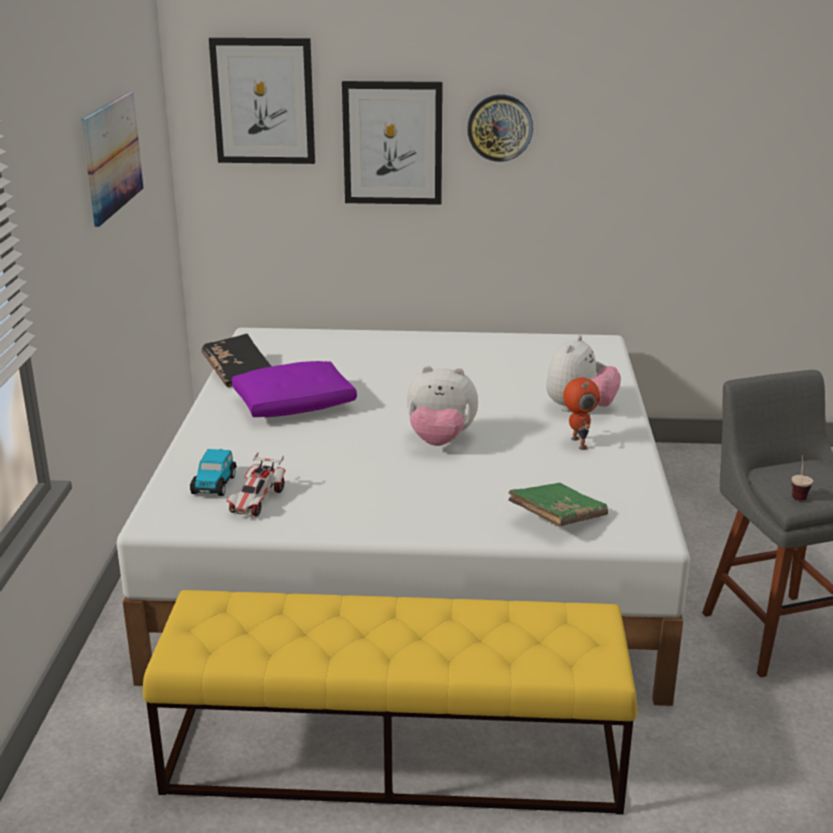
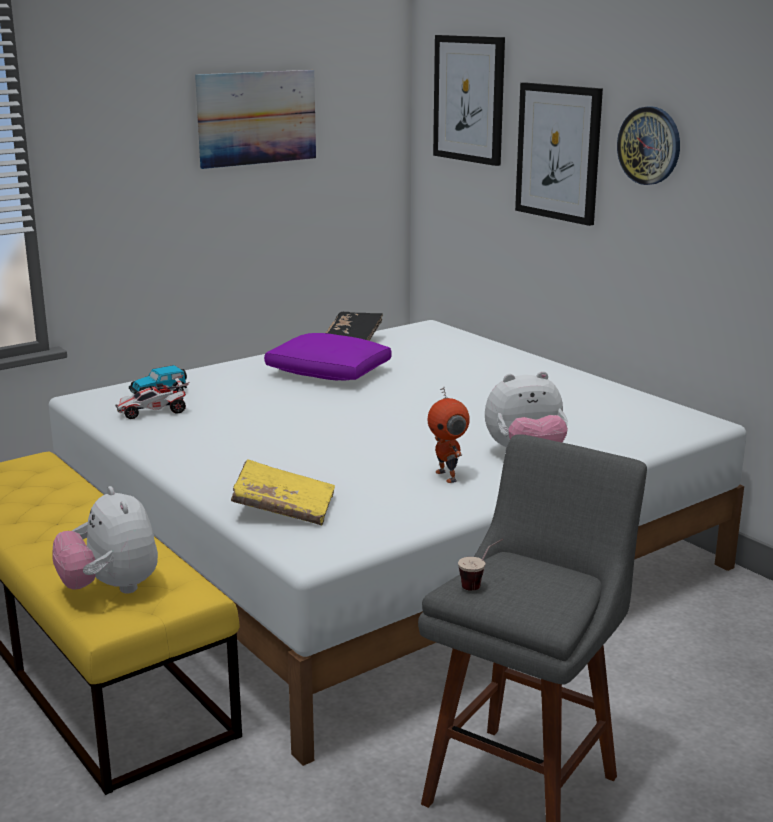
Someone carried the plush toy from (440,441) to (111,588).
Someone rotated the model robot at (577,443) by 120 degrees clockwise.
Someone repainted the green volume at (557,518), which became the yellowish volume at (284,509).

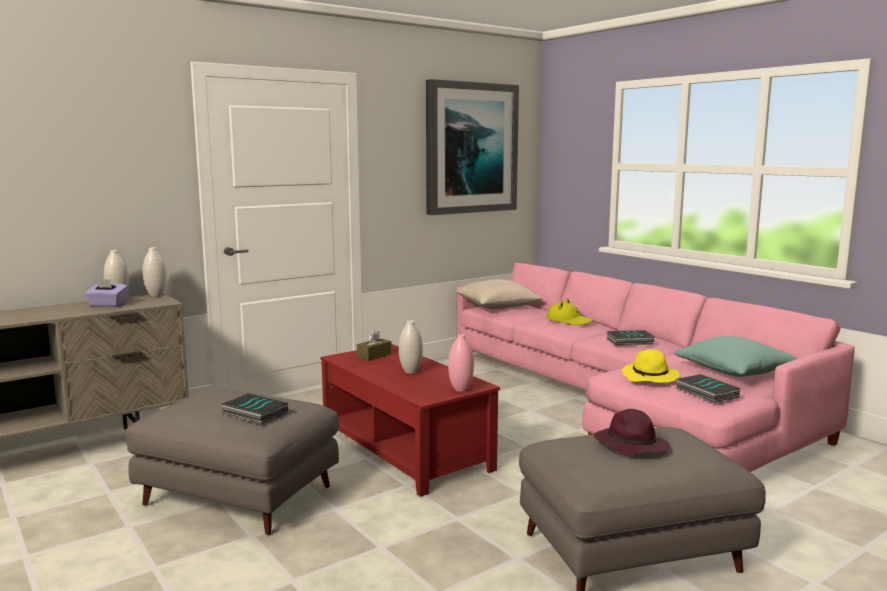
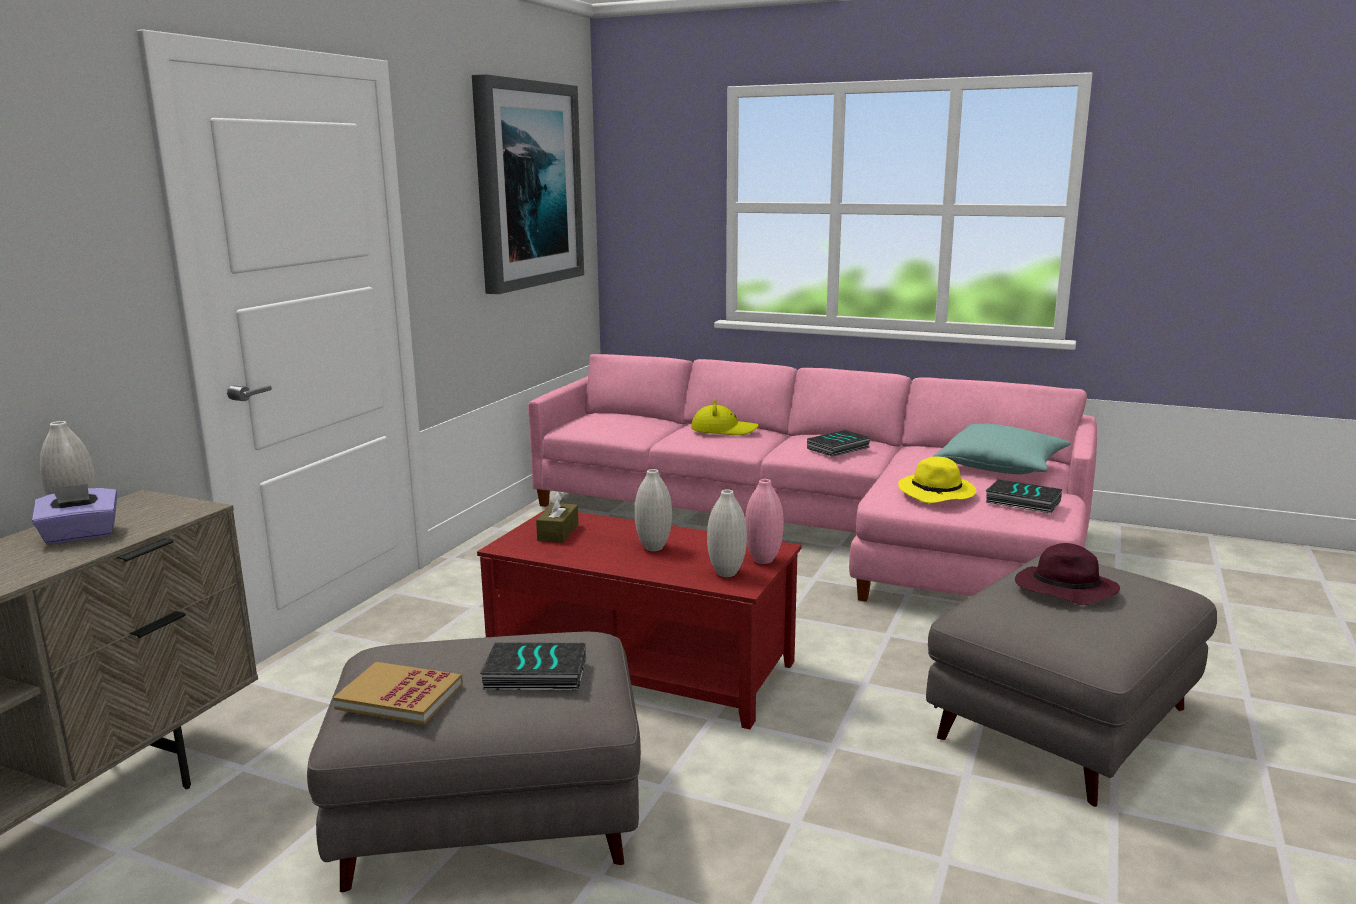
Someone carried the white-coloured vase from (156,295) to (726,573).
Someone took away the beige-coloured pillow at (497,307).
Someone put down the volume at (400,697).

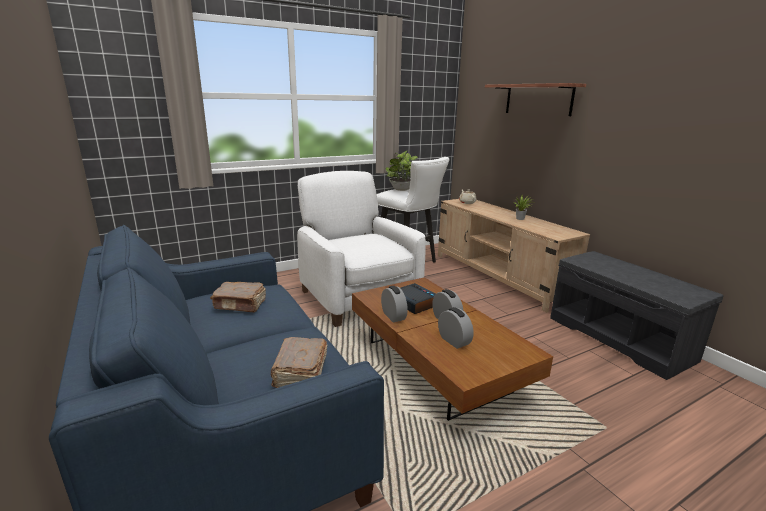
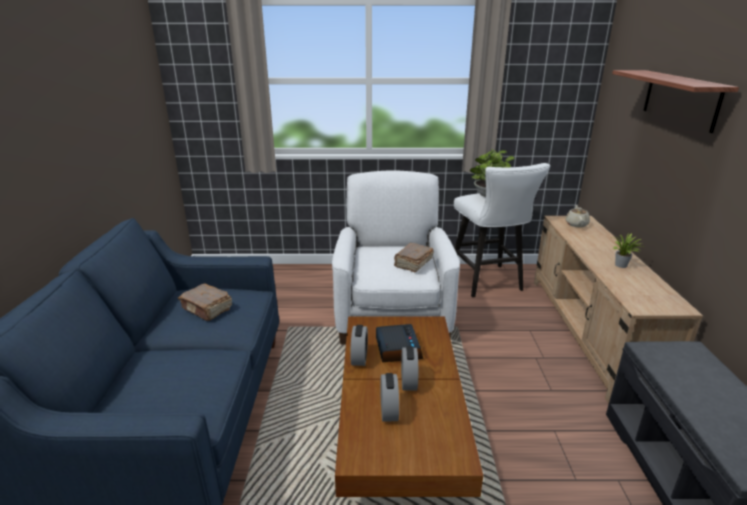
Someone carried the brown volume from (300,372) to (413,263).

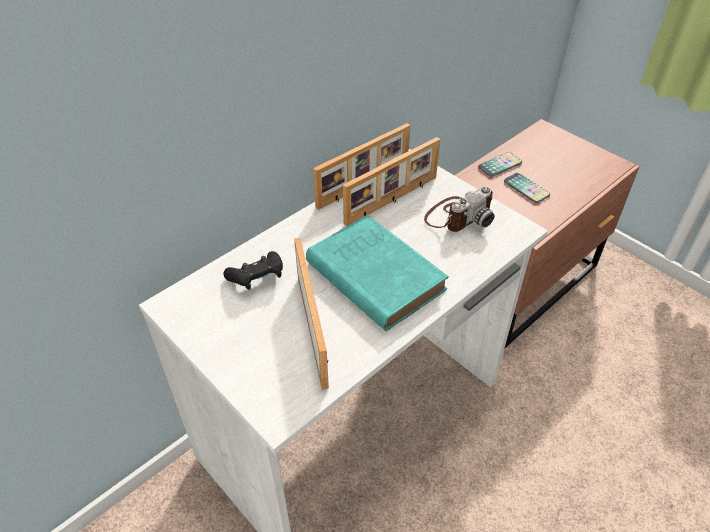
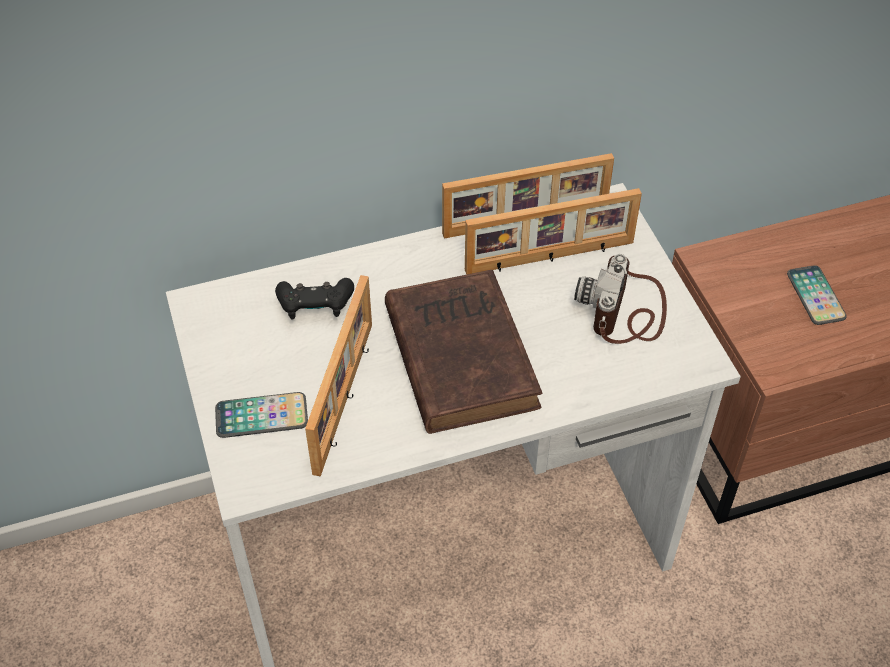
Someone carried the phone from (499,165) to (261,416).
Someone rotated the photo camera at (458,216) by 120 degrees clockwise.
Someone repainted the turquoise-coloured volume at (372,274), which became the brown volume at (459,353).

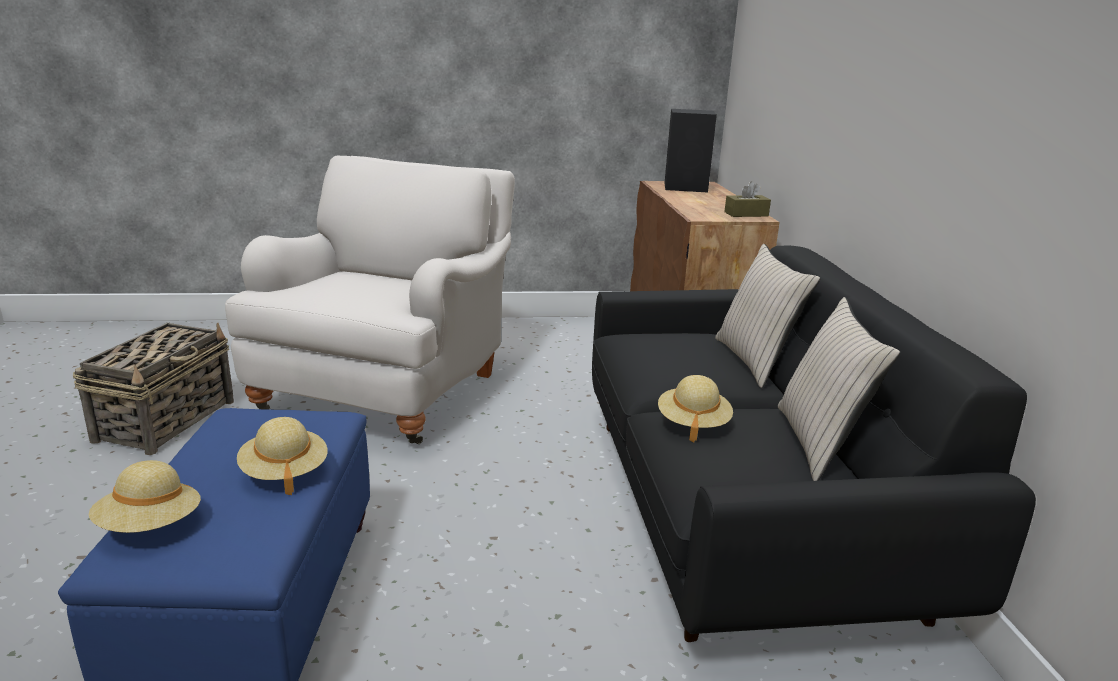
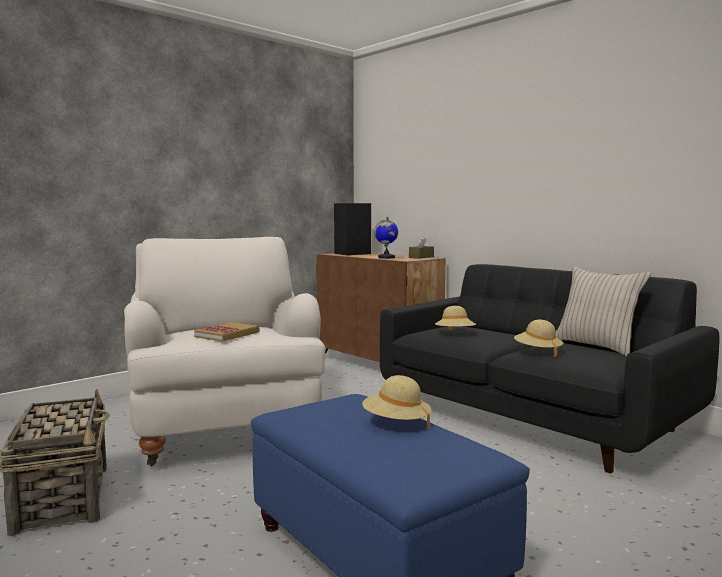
Someone took away the beige-coloured pillow at (755,361).
Someone carried the beige-coloured hat from (150,526) to (455,334).
Someone put down the globe at (386,258).
Someone put down the volume at (227,334).

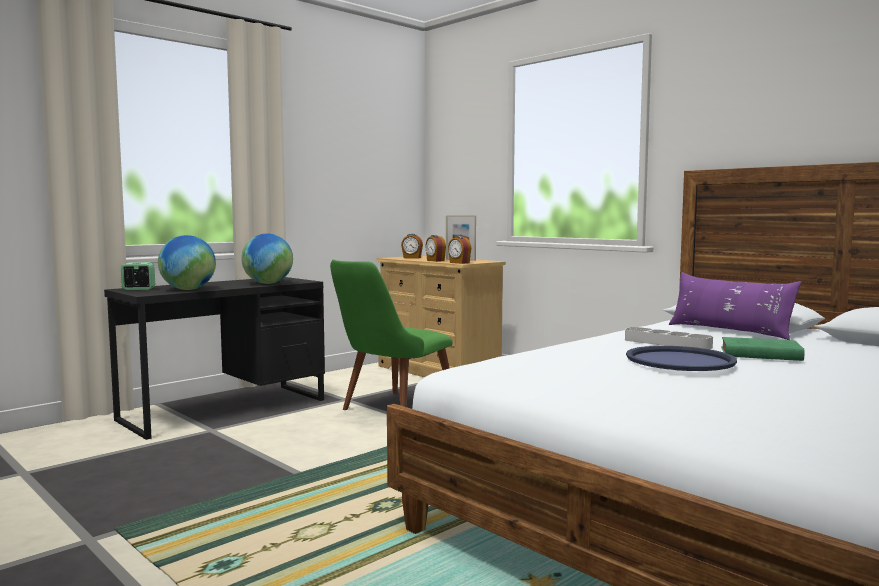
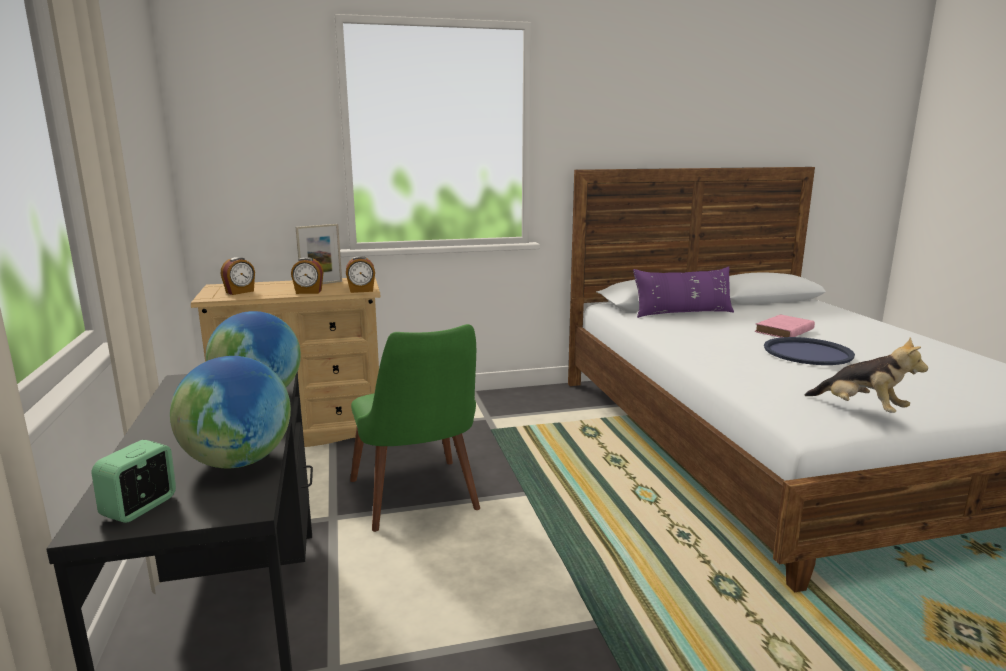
Someone took away the greyish tray at (667,343).
Someone repainted the green volume at (758,354), which became the pink volume at (783,331).
Someone put down the plush toy at (861,409).

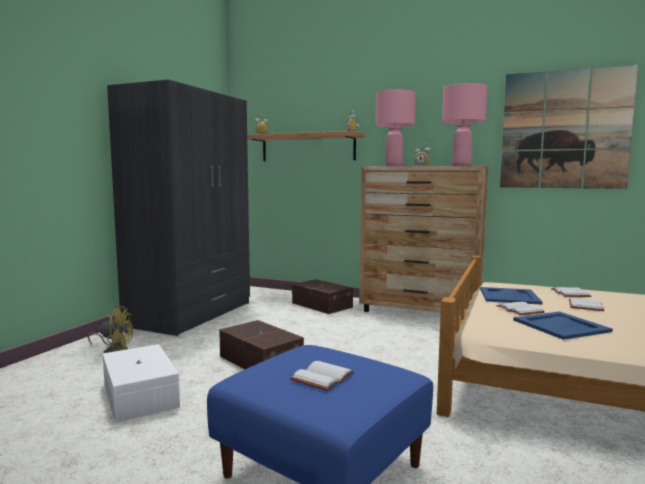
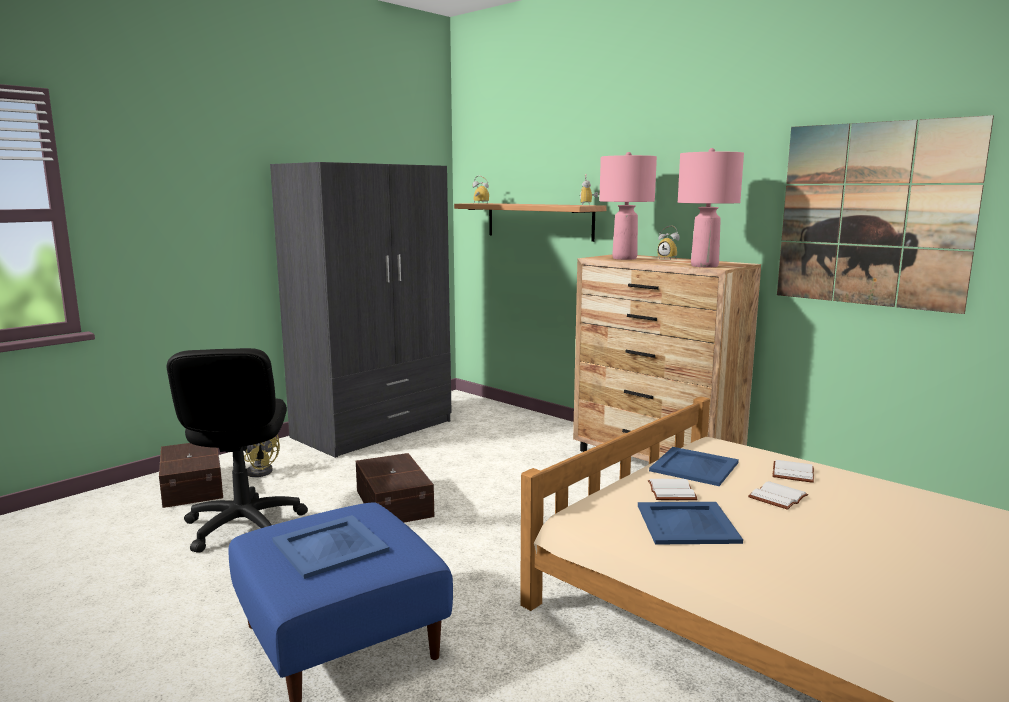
Someone carried the brown storage container from (322,305) to (194,485).
Someone swapped the white-coloured storage container at (138,396) for the black-coloured desk chair at (243,526).
Someone swapped the white-coloured volume at (321,377) for the bluish tray at (330,545).

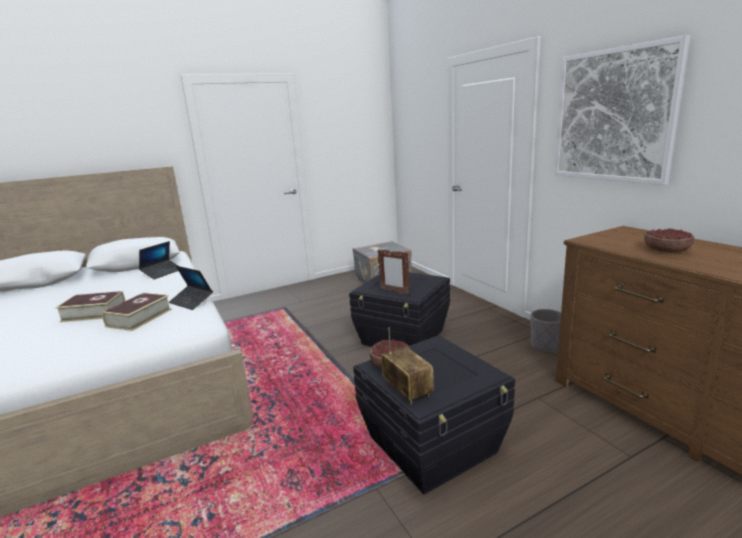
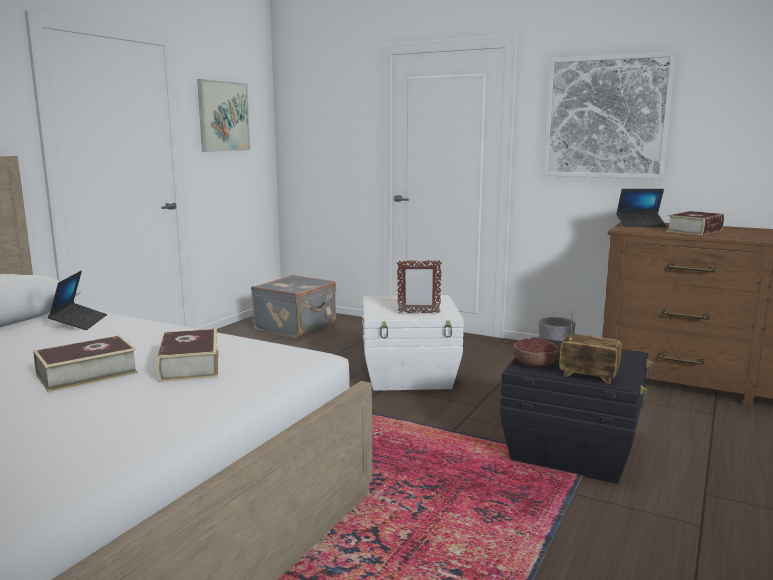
Someone swapped the serving bowl at (666,250) for the volume at (694,230).
Someone carried the portable computer from (191,301) to (640,225).
Someone repainted the black-coloured storage container at (403,338), which became the white-coloured storage container at (410,375).
Someone put up the wall picture at (223,116).

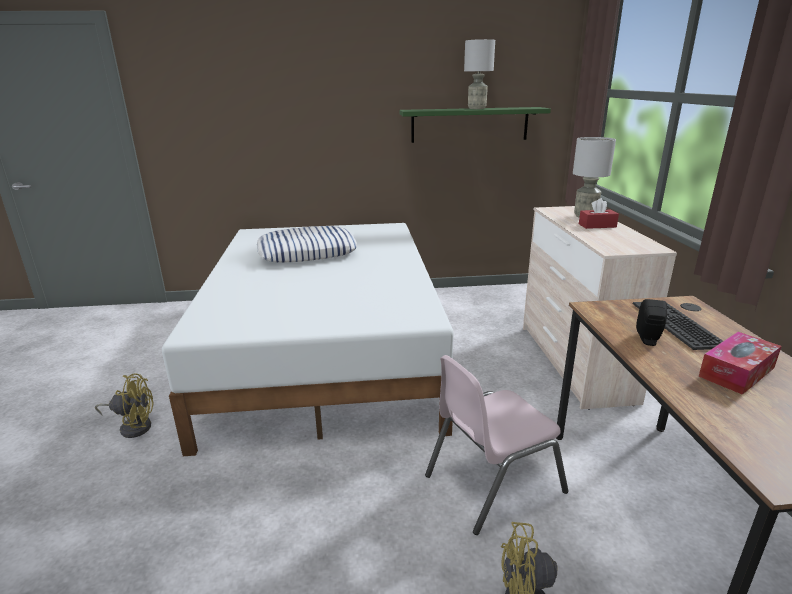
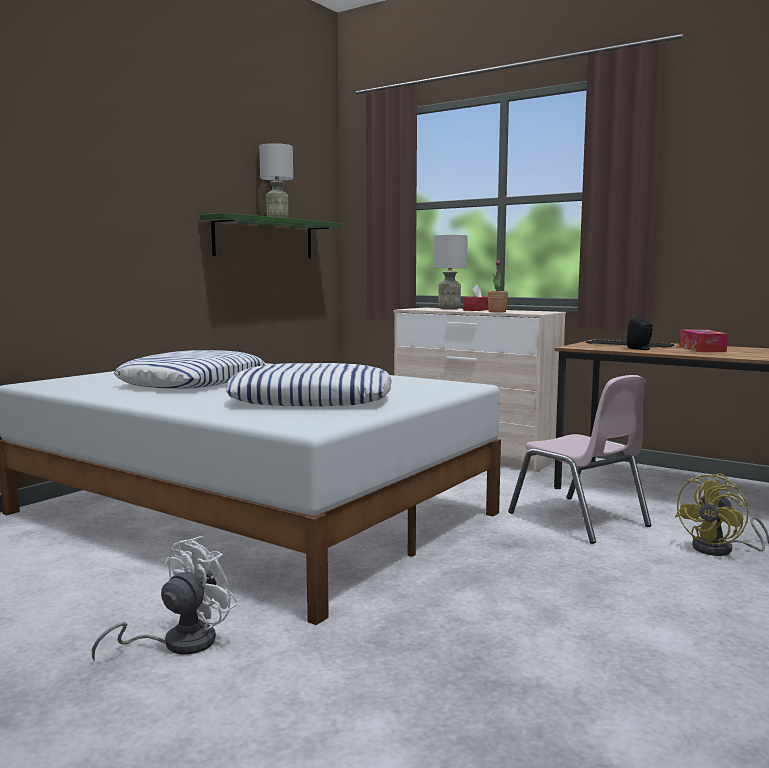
Someone rotated the pink chair at (492,483) by 45 degrees counterclockwise.
Someone repainted the yellowish fan at (133,426), which became the white-coloured fan at (178,643).
Someone put down the potted plant at (497,312).
Someone put down the pillow at (311,399).

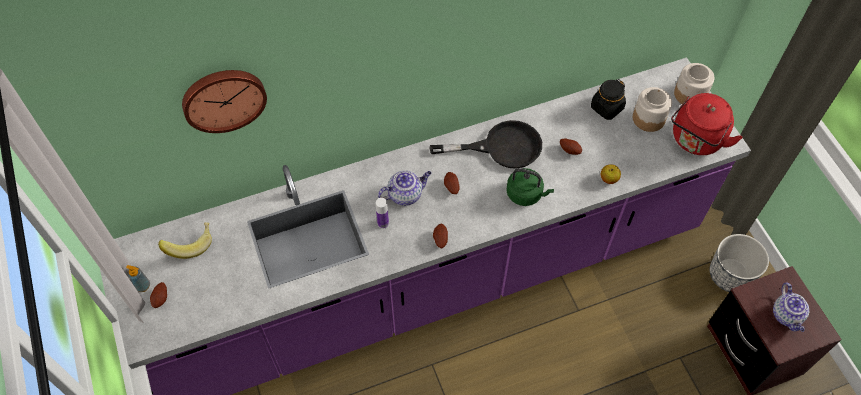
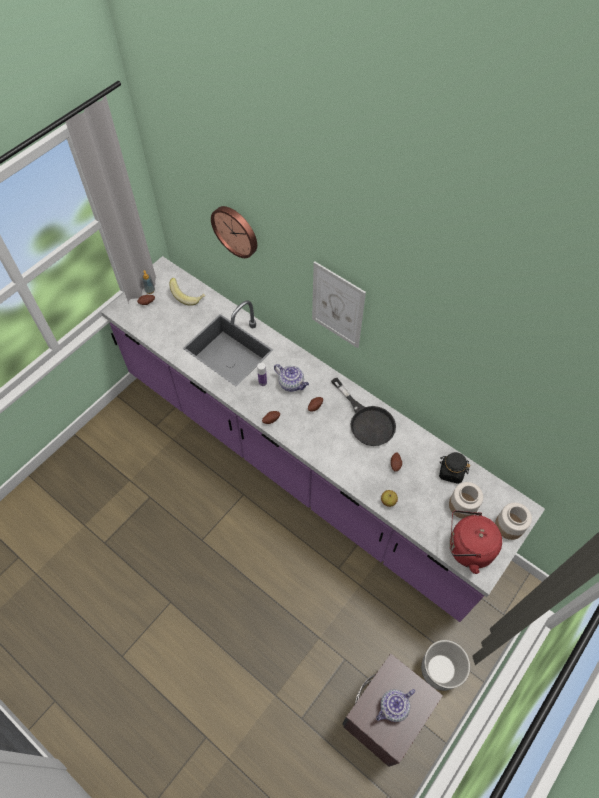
Someone took away the green tea kettle at (526,194).
Someone put up the wall picture at (337,305).

